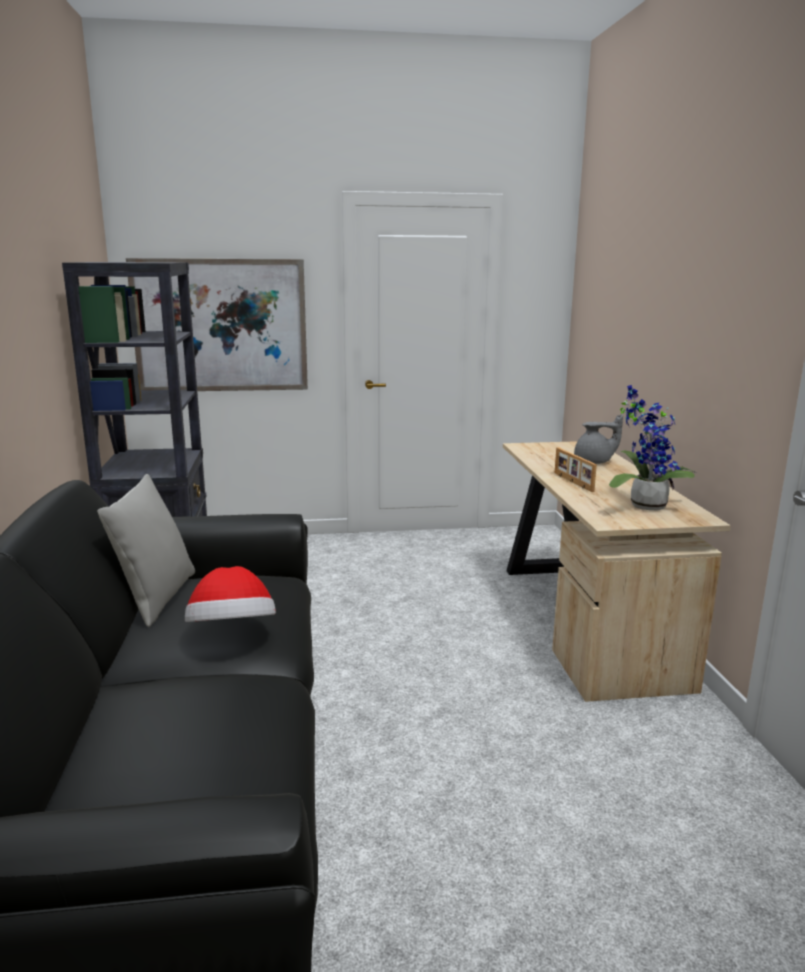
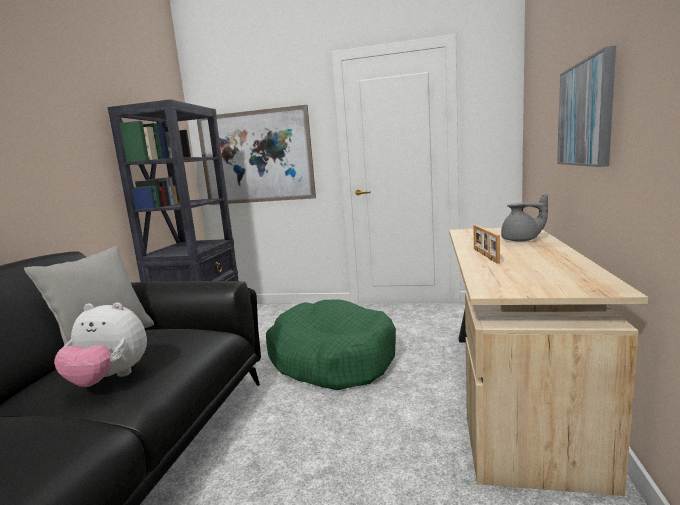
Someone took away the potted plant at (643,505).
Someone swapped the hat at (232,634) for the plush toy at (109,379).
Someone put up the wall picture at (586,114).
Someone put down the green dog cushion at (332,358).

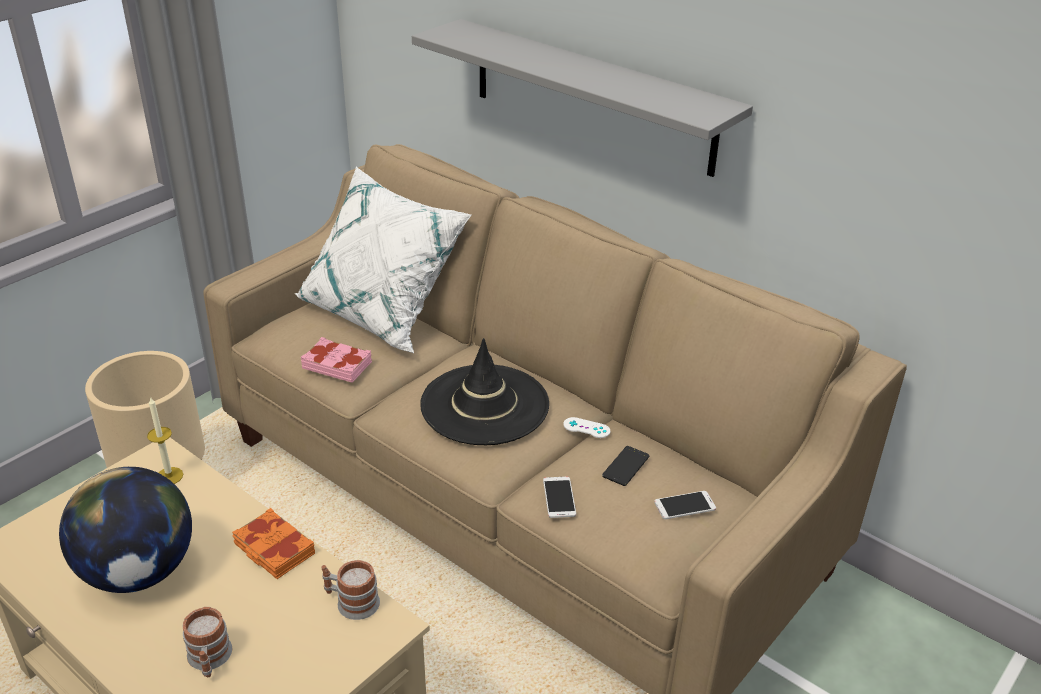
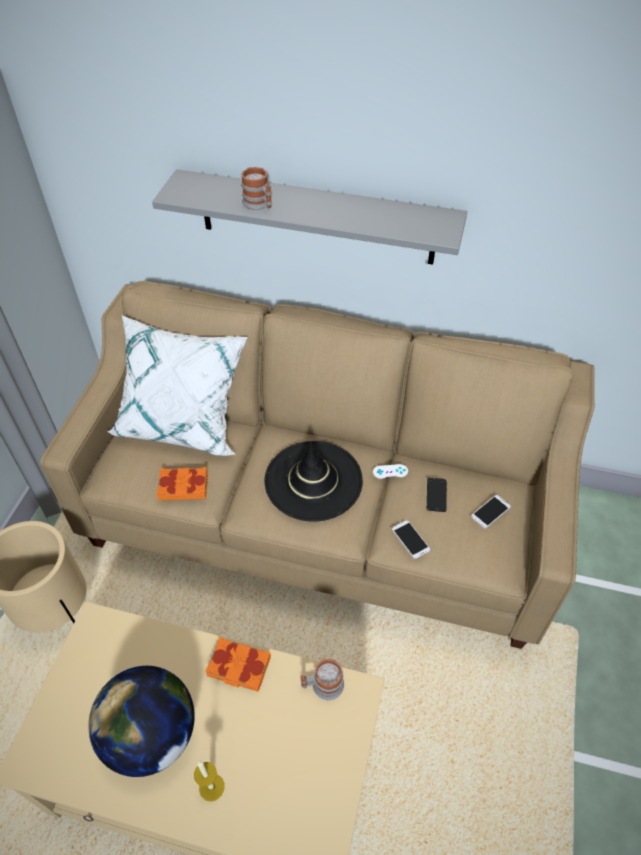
Someone repainted the pink volume at (337,365), which became the orange-coloured volume at (183,486).
Someone carried the candle from (169,476) to (211,787).
Someone carried the tea mug from (209,659) to (259,204).

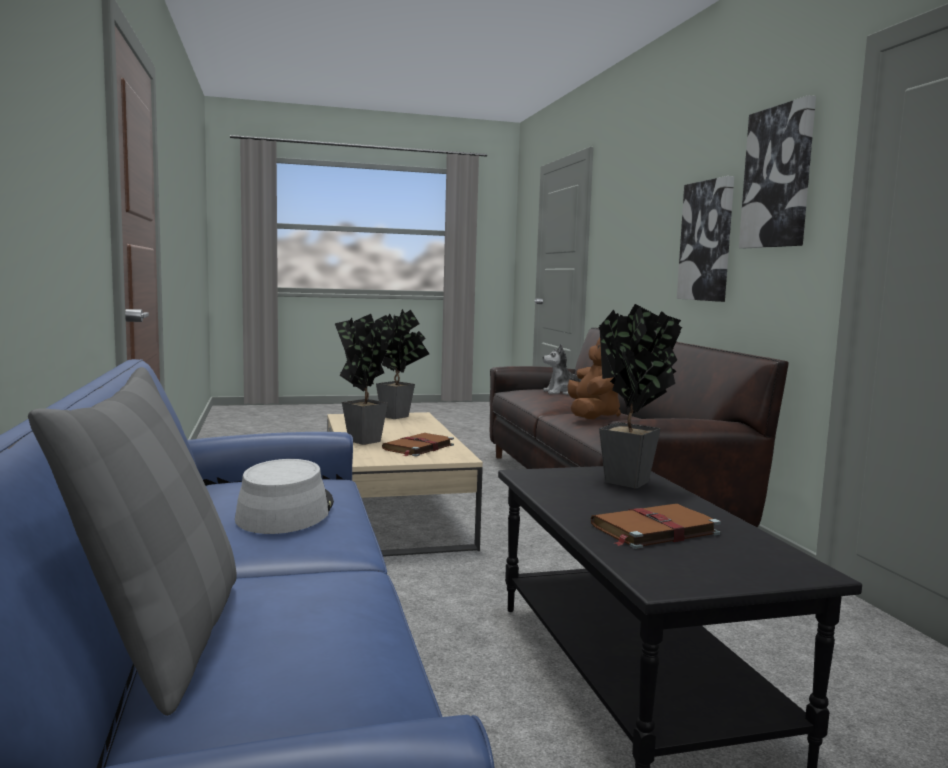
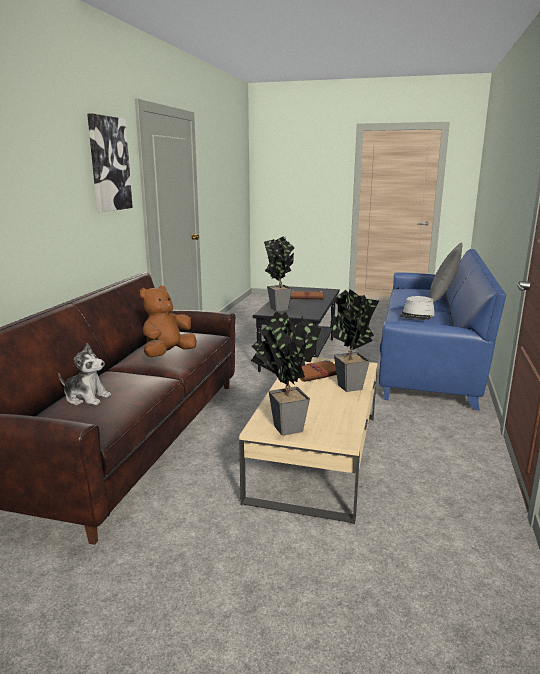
Someone took away the wall picture at (707,241).

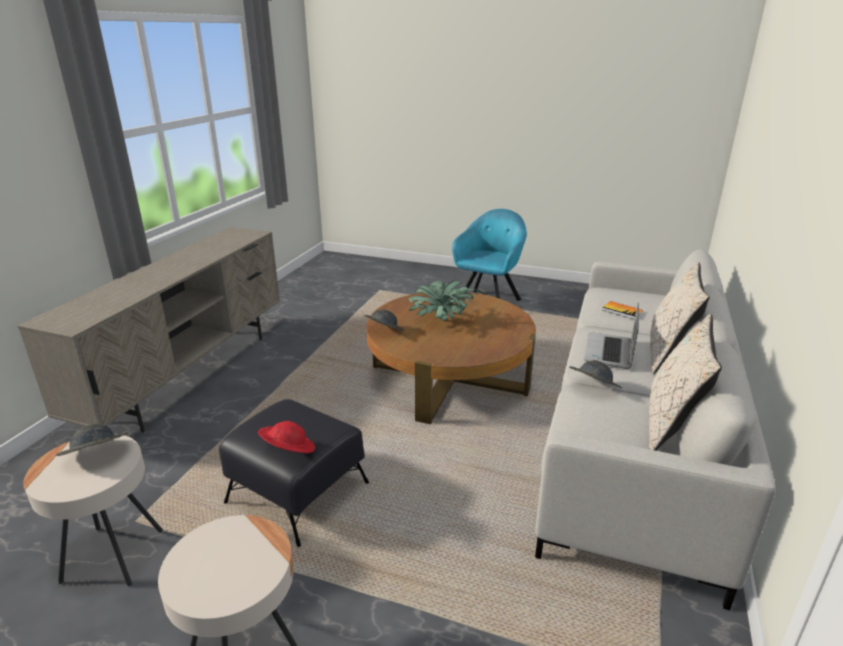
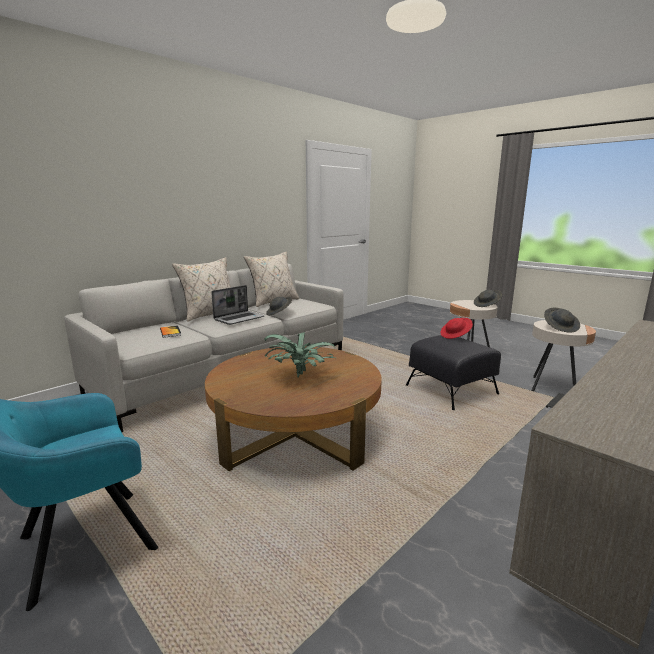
Someone carried the greyish hat from (383,331) to (487,305).

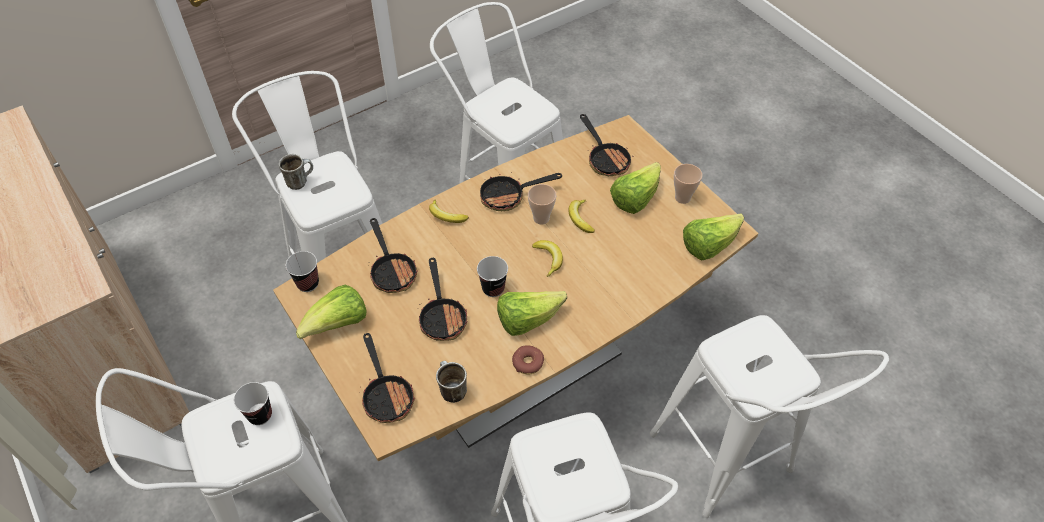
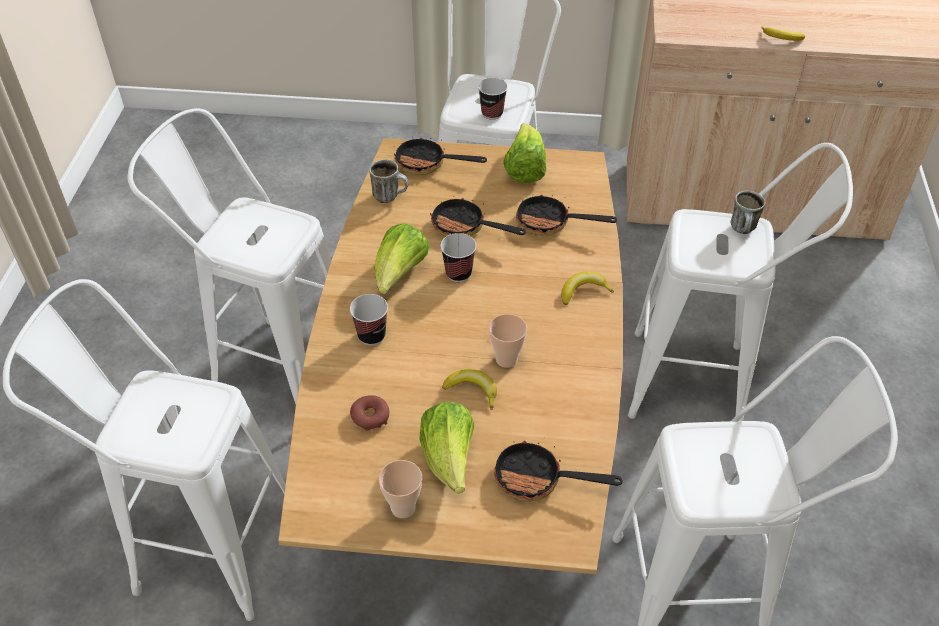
Someone took away the frying pan at (509,196).
Someone took away the lettuce head at (708,245).
Someone carried the banana fruit from (549,259) to (781,38).
Someone carried the cup from (308,283) to (371,335).
Someone carried the donut from (527,363) to (370,416).

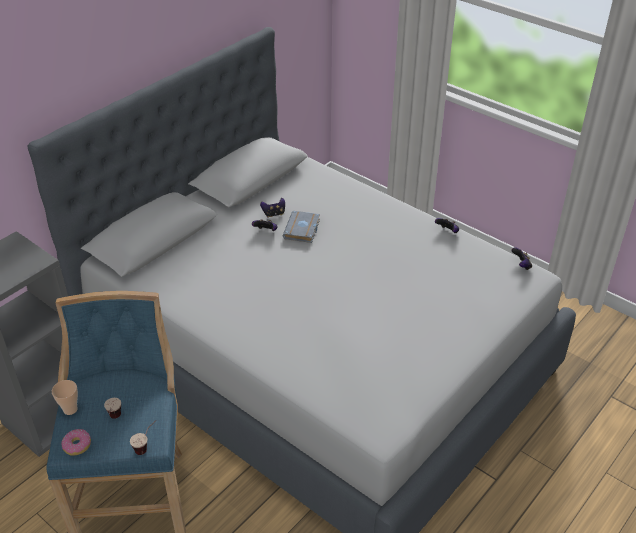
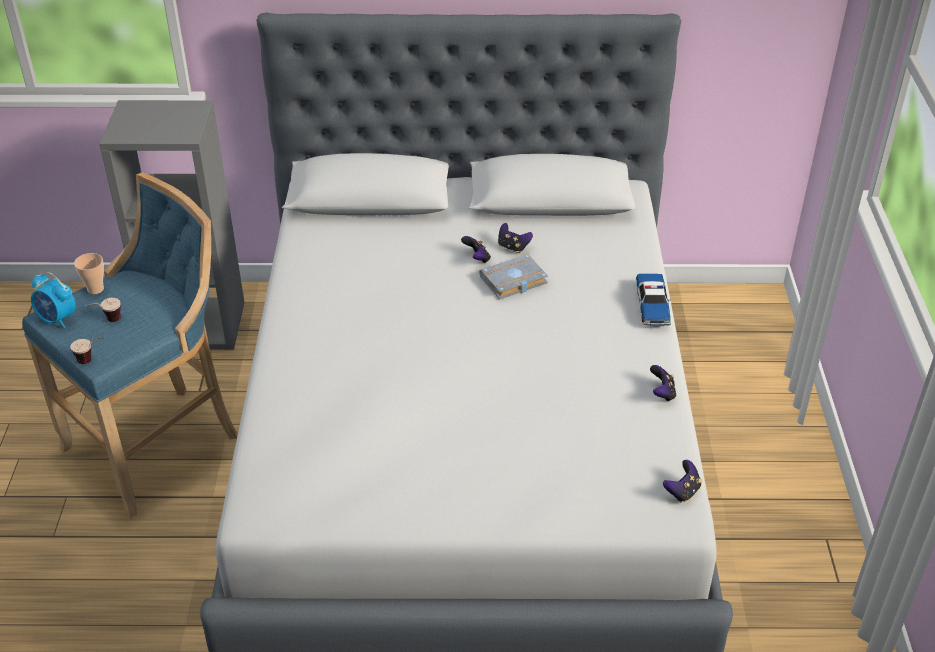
Someone swapped the donut at (77,445) for the bedside clock at (57,319).
Someone put down the miniature car at (652,305).

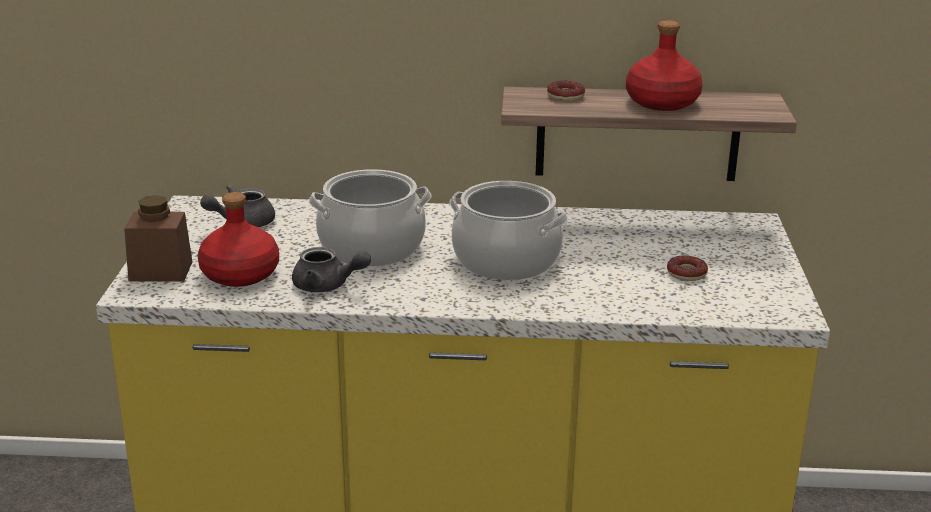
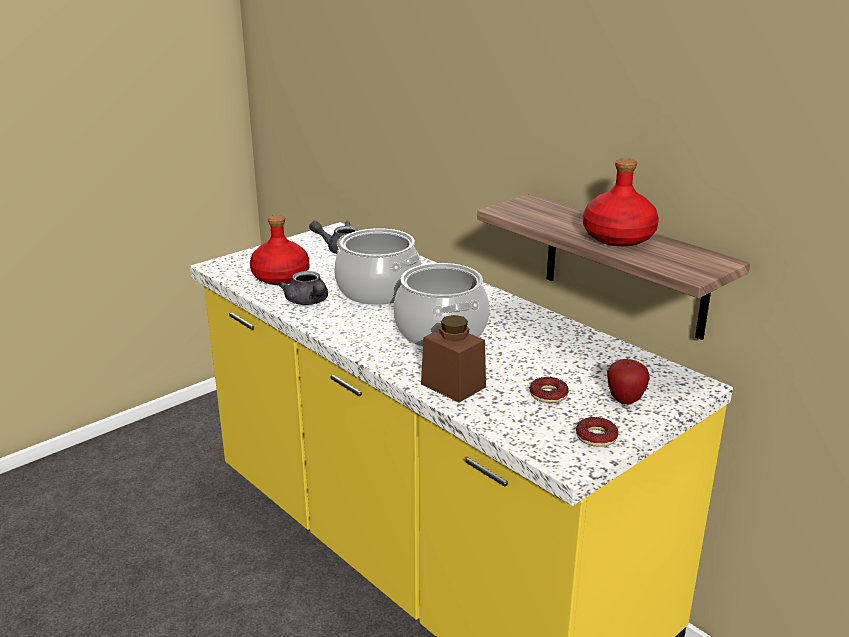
Someone carried the donut from (565,96) to (596,437).
Someone carried the brown preserve jar from (161,271) to (453,385).
Someone put down the whole apple at (625,400).

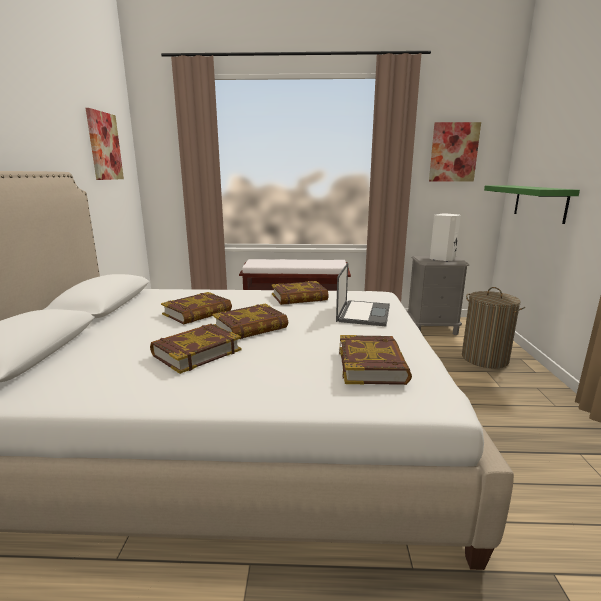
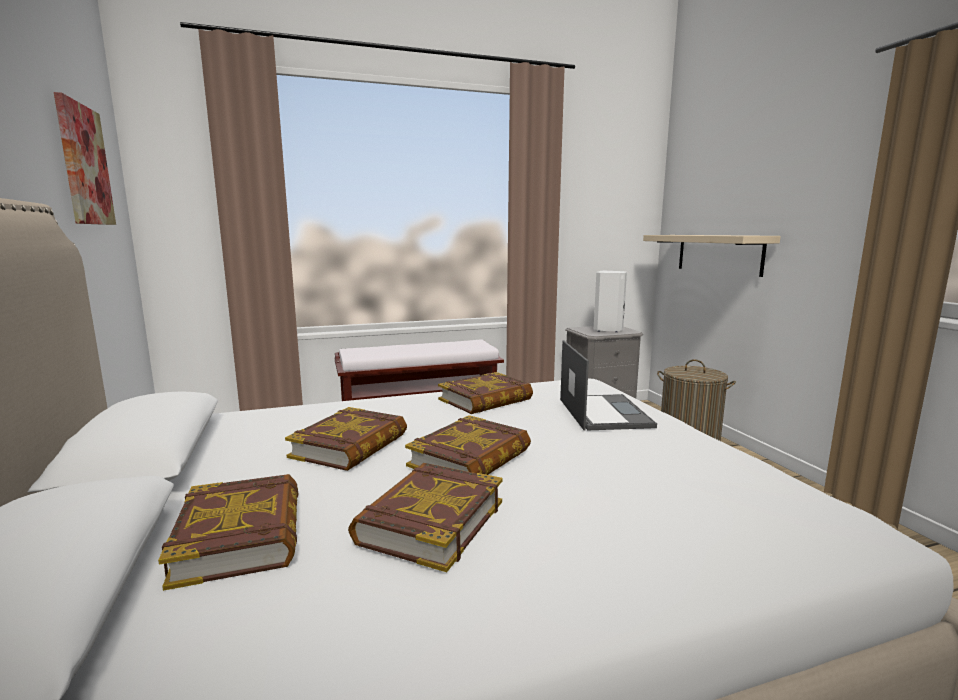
Someone took away the wall picture at (453,152).
Someone repainted the green shelf at (540,203), which became the beige-coloured shelf at (719,253).
Someone carried the volume from (372,365) to (241,536).

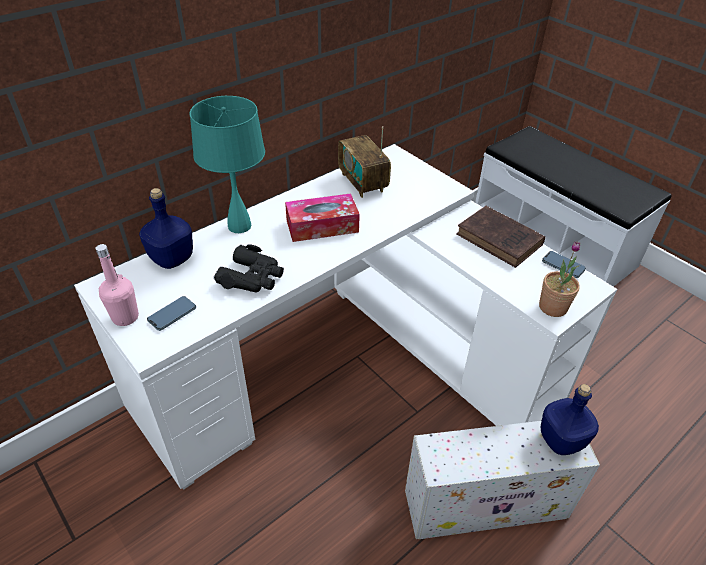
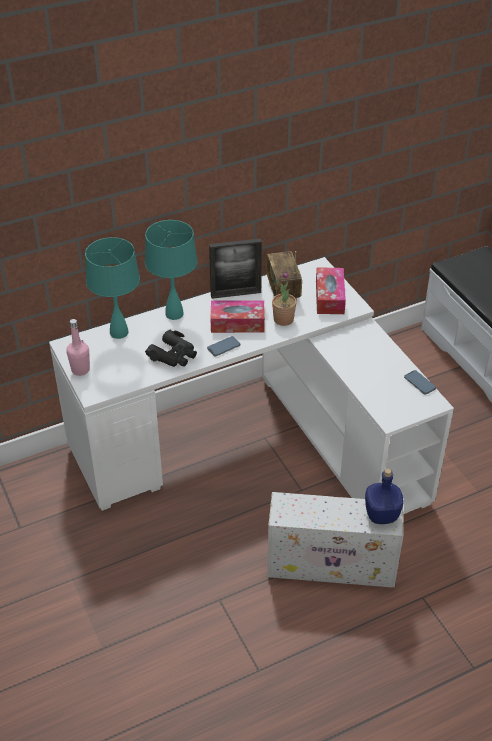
Someone swapped the bluish drink bottle at (171,259) for the turquoise-coloured tabletop lamp at (119,333).
Someone took away the brown volume at (501,240).
Someone carried the potted plant from (553,307) to (283,319).
Someone carried the phone from (172,315) to (223,347).
Someone put down the standing frame at (236,294).
Someone put down the tissue box at (329,297).

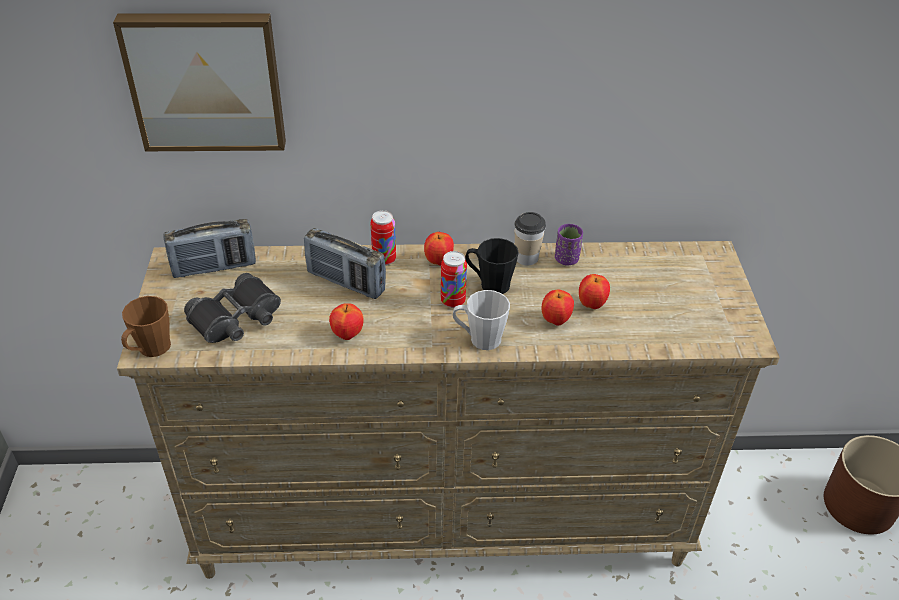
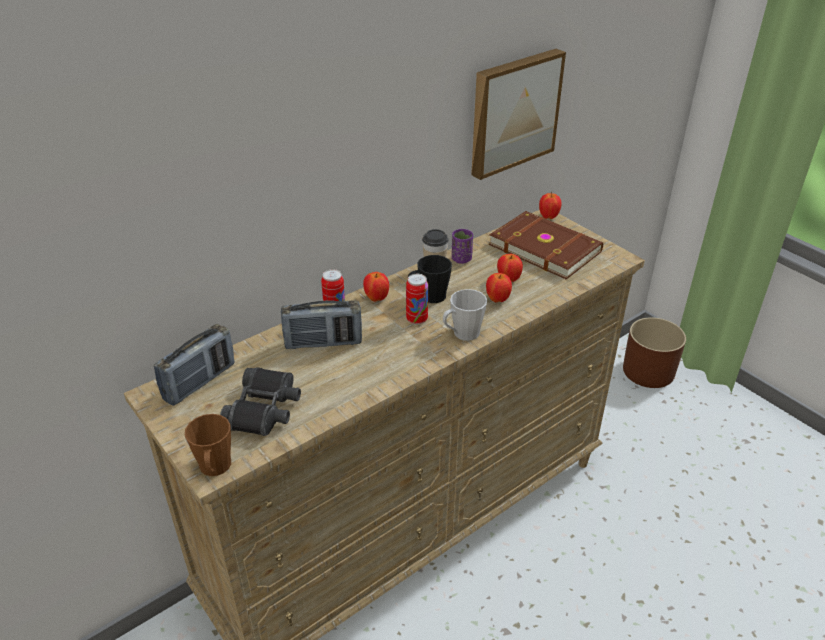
Someone carried the wall picture from (206,80) to (513,112).
Someone carried the whole apple from (347,334) to (548,217).
Someone put down the brown volume at (545,247).

